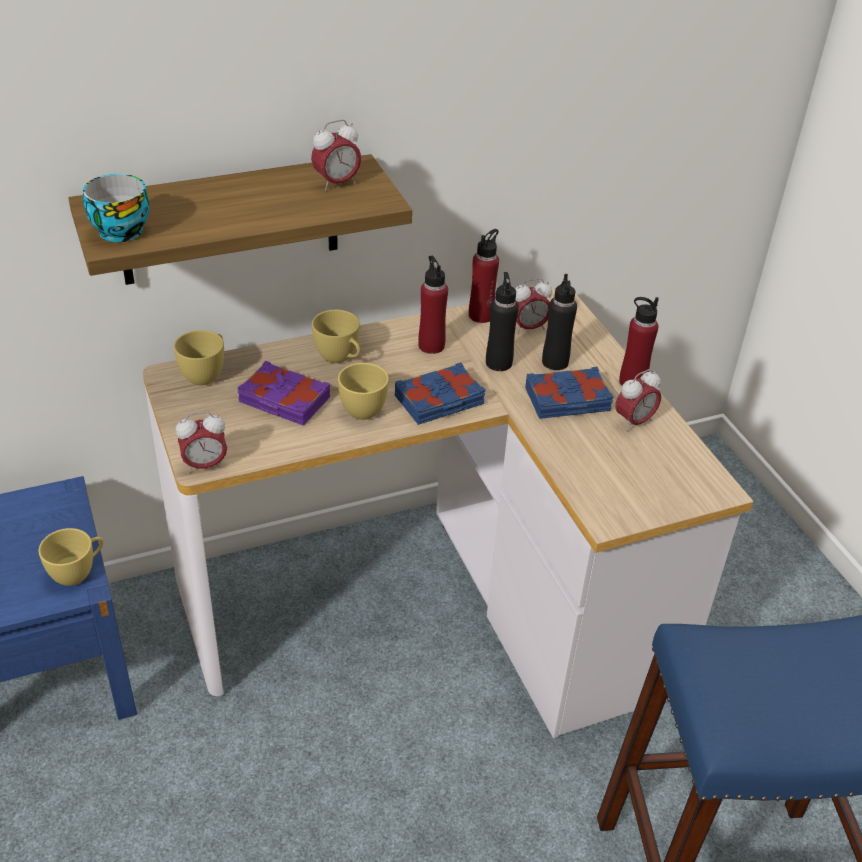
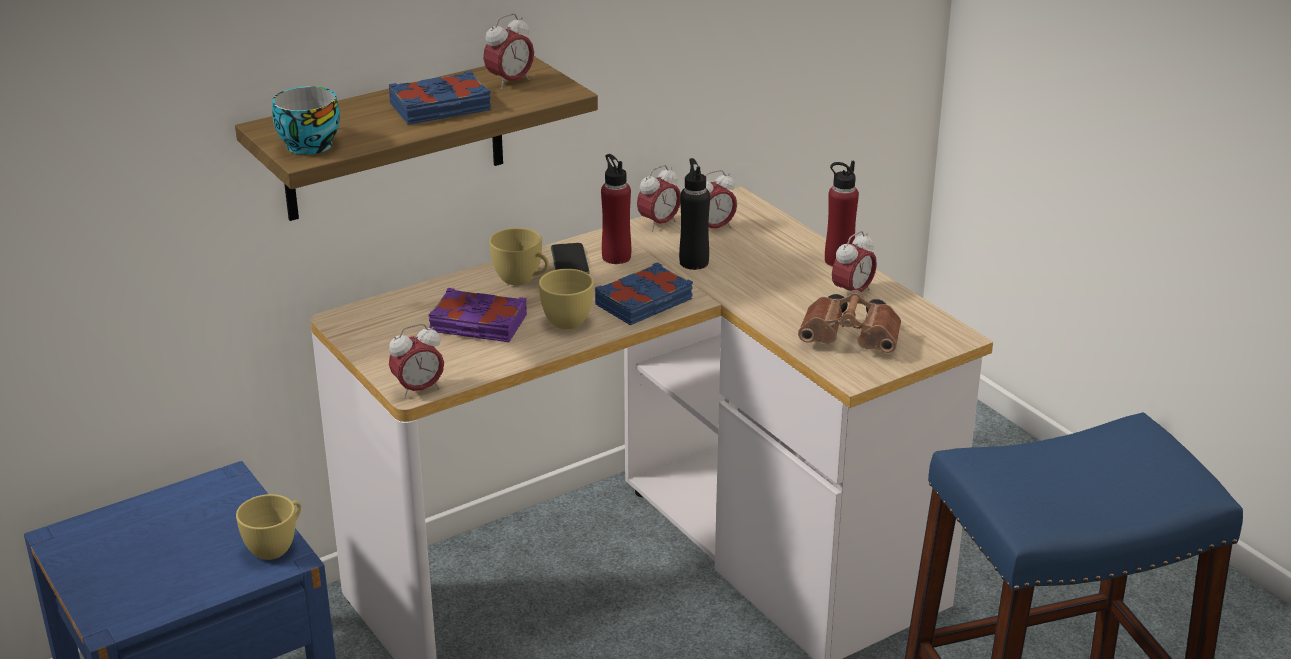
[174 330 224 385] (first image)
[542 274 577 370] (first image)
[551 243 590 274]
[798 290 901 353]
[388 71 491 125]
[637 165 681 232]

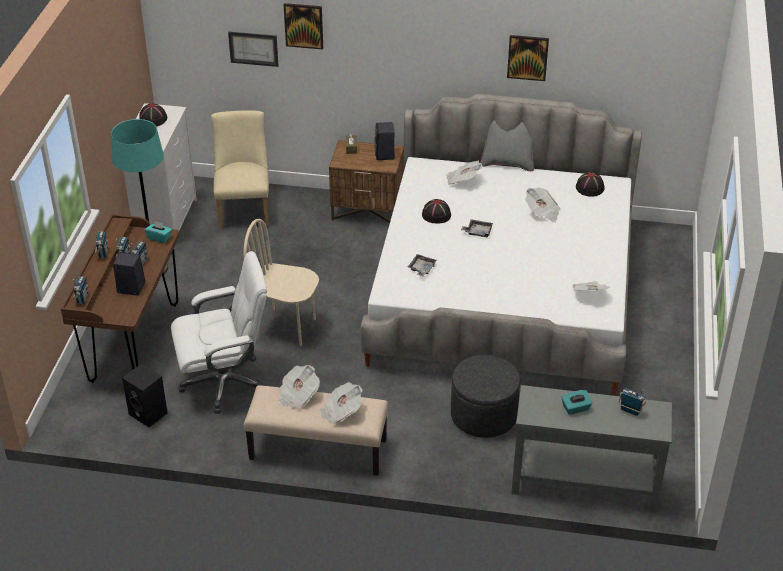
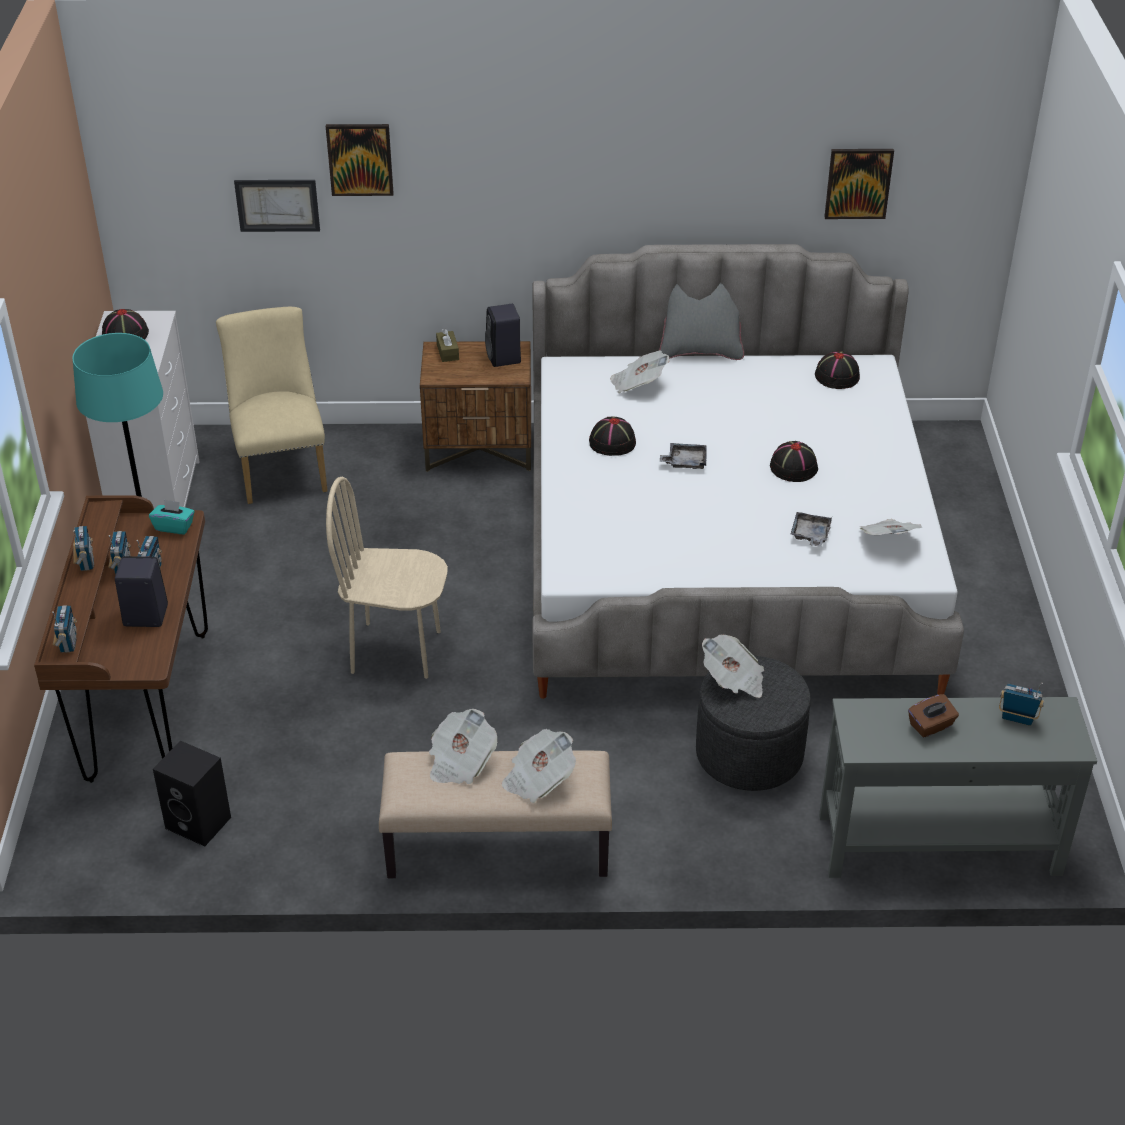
[171 251 267 414] (first image)
[770 441 818 482]
[791 512 832 547]
[824 149 894 219]
[702 635 764 698]
[908 694 959 737]

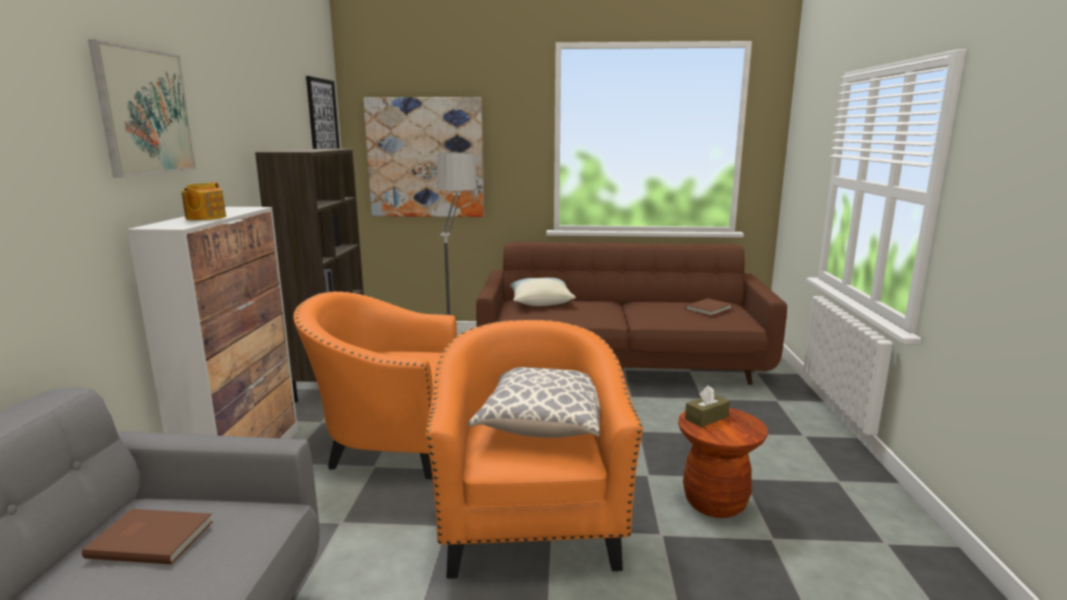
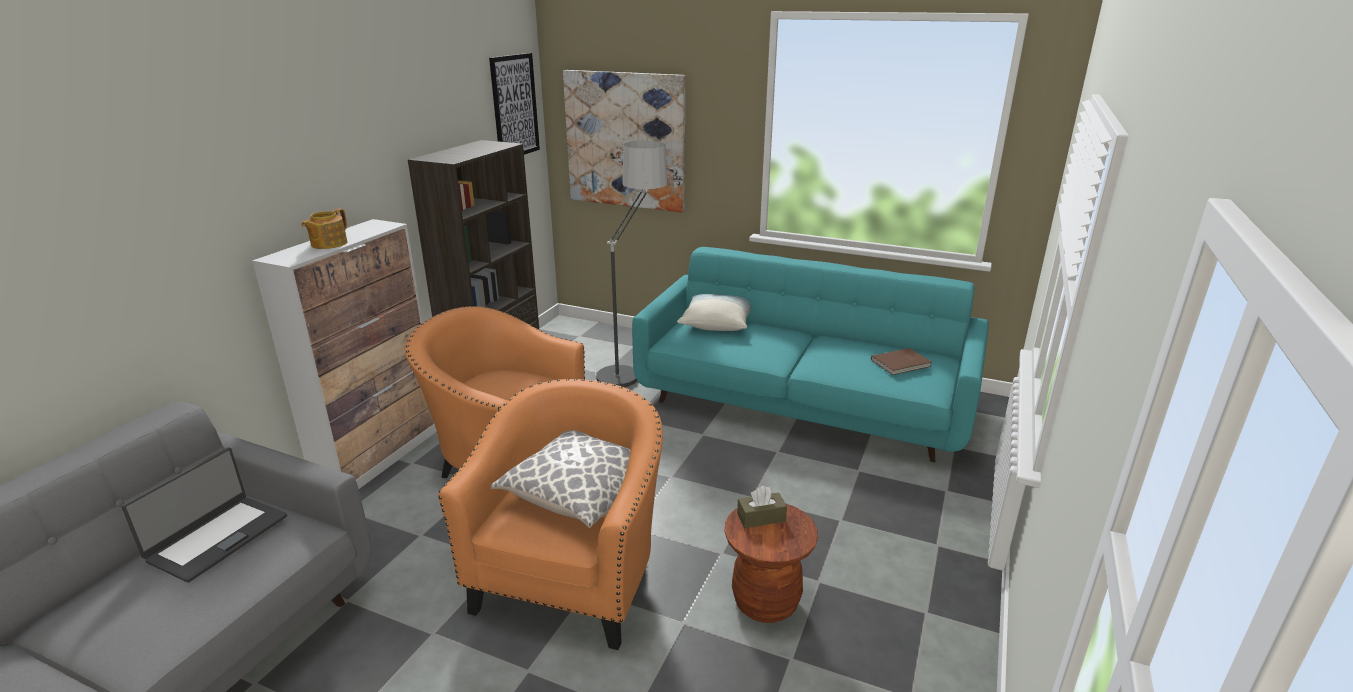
[88 39 196 178] (first image)
[121 448 287 583]
[632 247 989 462]

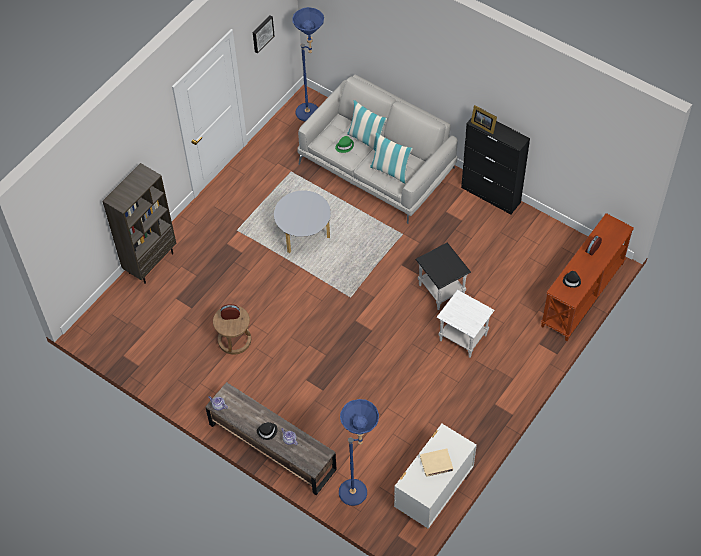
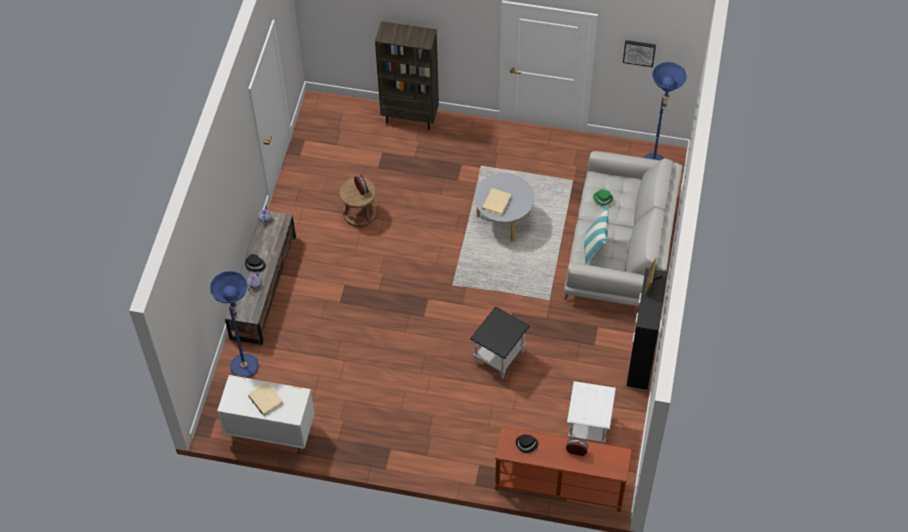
[347 100 387 150] (first image)
[481 188 511 216]
[567 381 616 444]

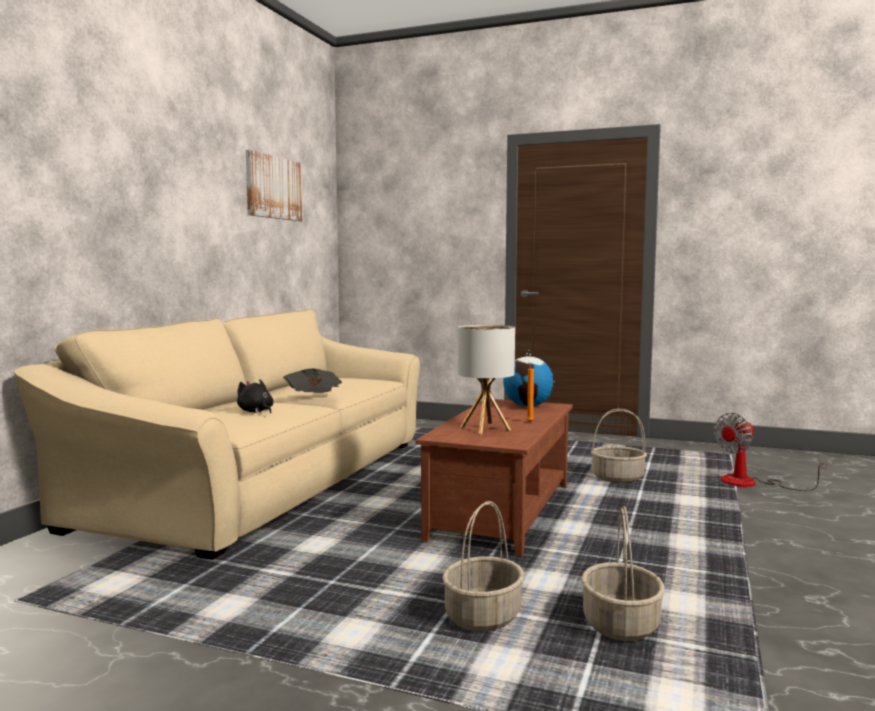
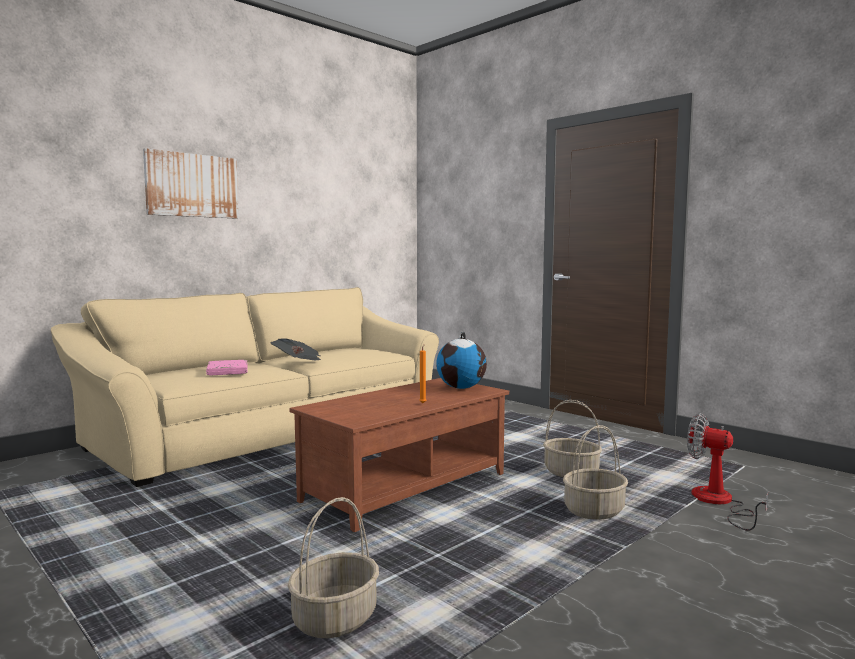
[458 325 515 434] (first image)
[143 148 239 219]
[563 425 628 520]
[206 360 248 375]
[687 413 768 531]

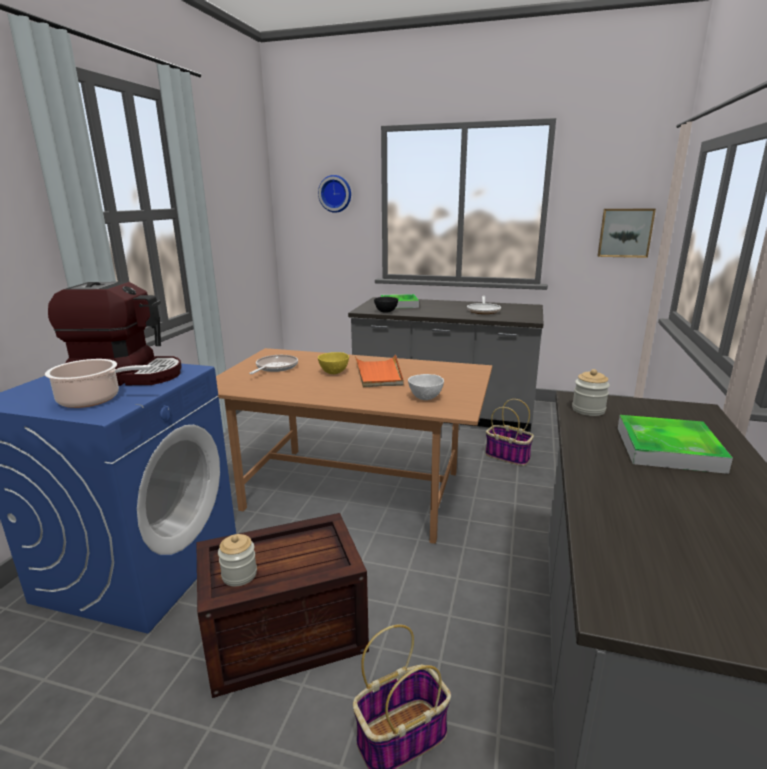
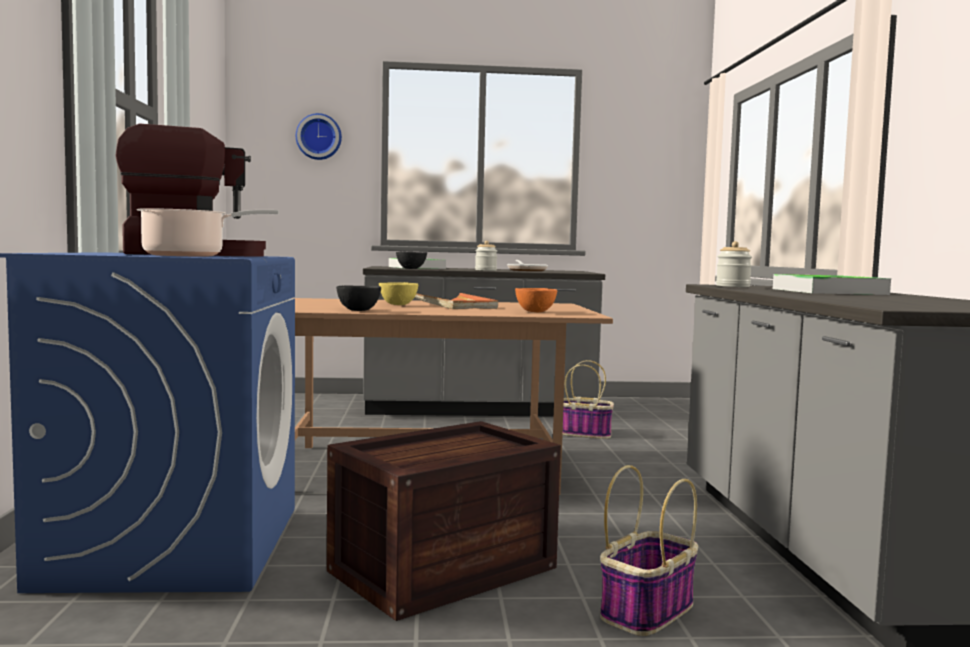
[249 355 298 374] (first image)
[597 209 656 258] (first image)
[336 286 381 311]
[475 241 497 271]
[515 288 557 312]

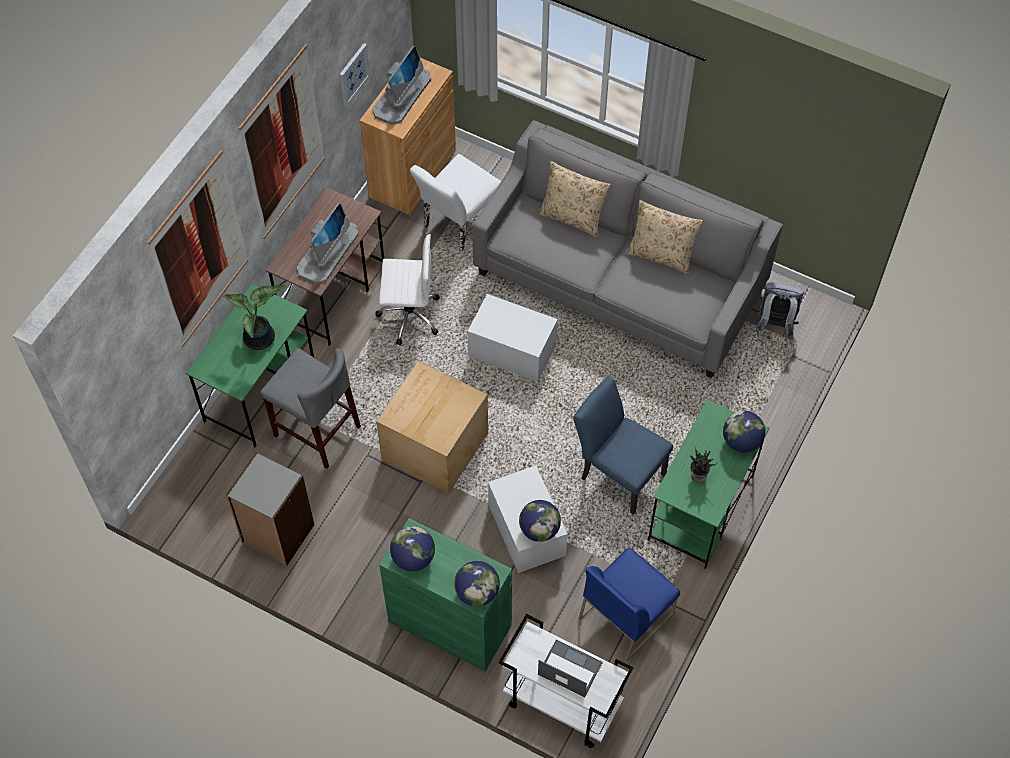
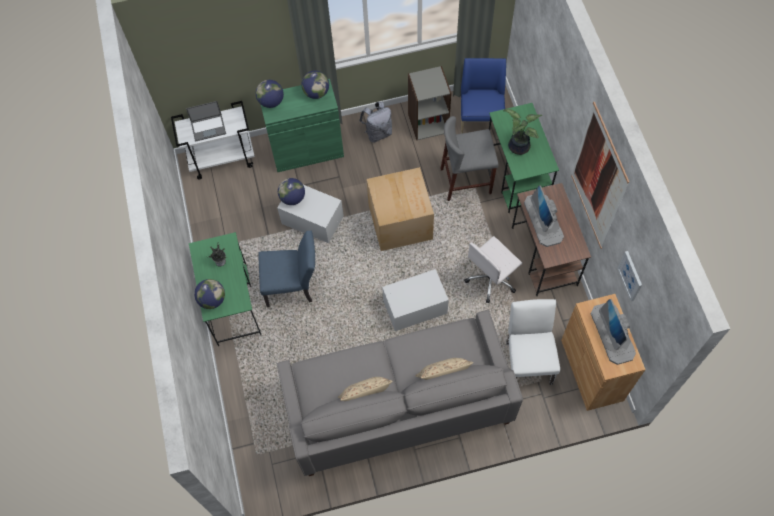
[148 150 248 347] (first image)
[461 58 506 134]
[359 102 392 142]

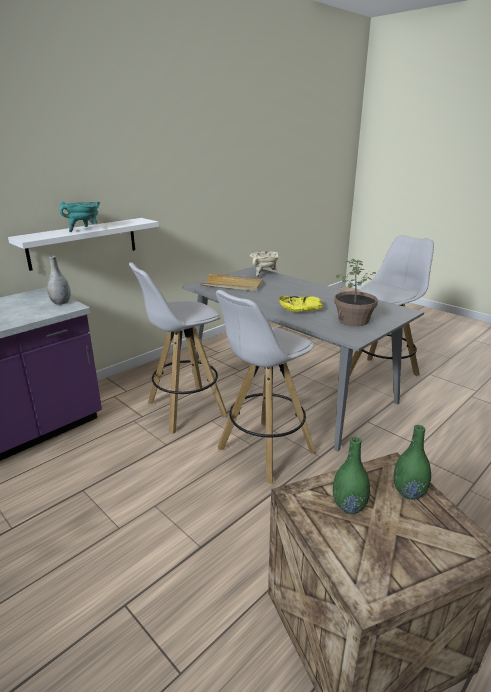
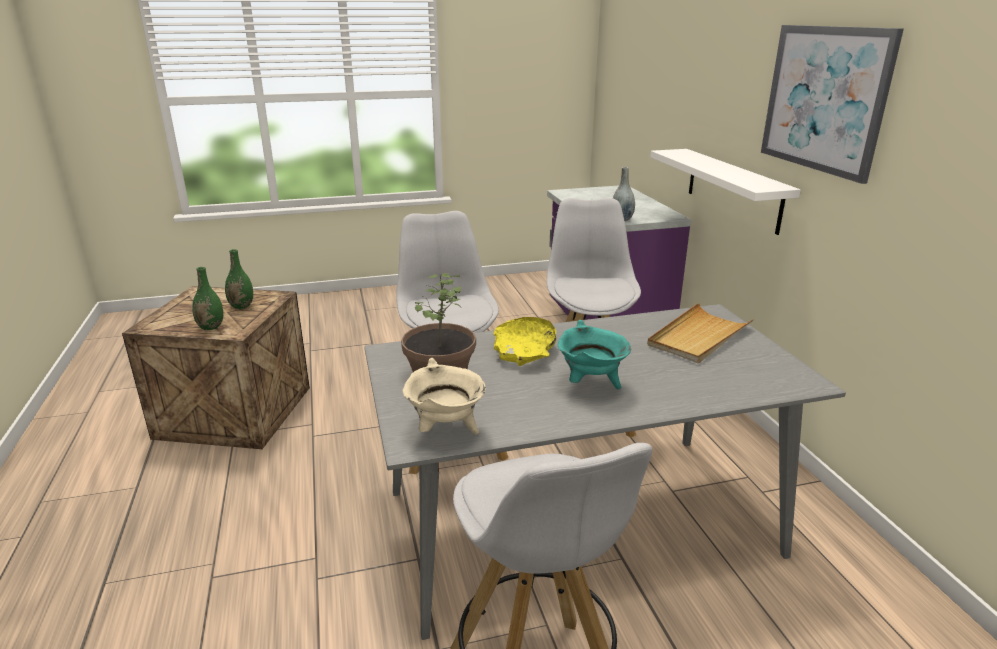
[761 25 904 184]
[558 320 632 389]
[403 358 486 435]

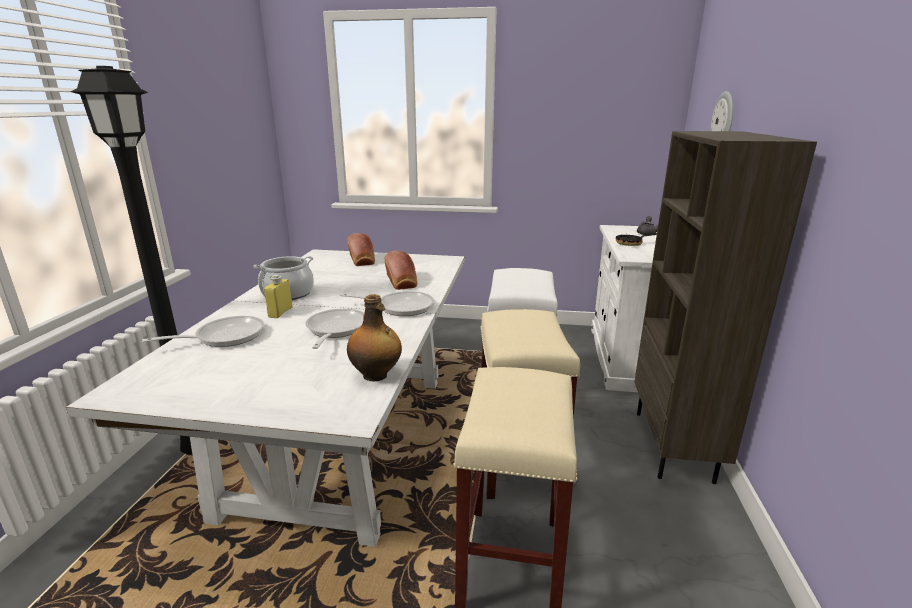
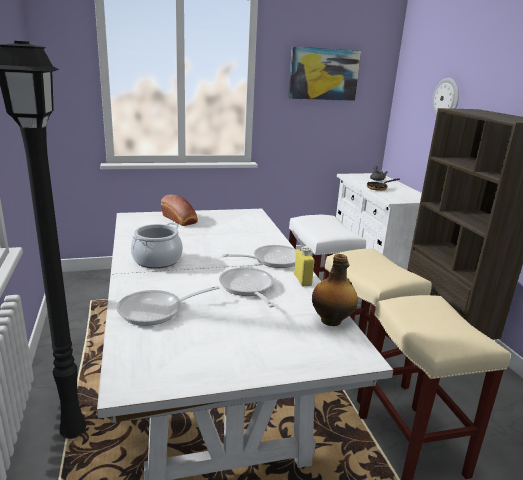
[385 250 417 290] (first image)
[288 46 361 101]
[294 246 315 286]
[117 286 219 326]

